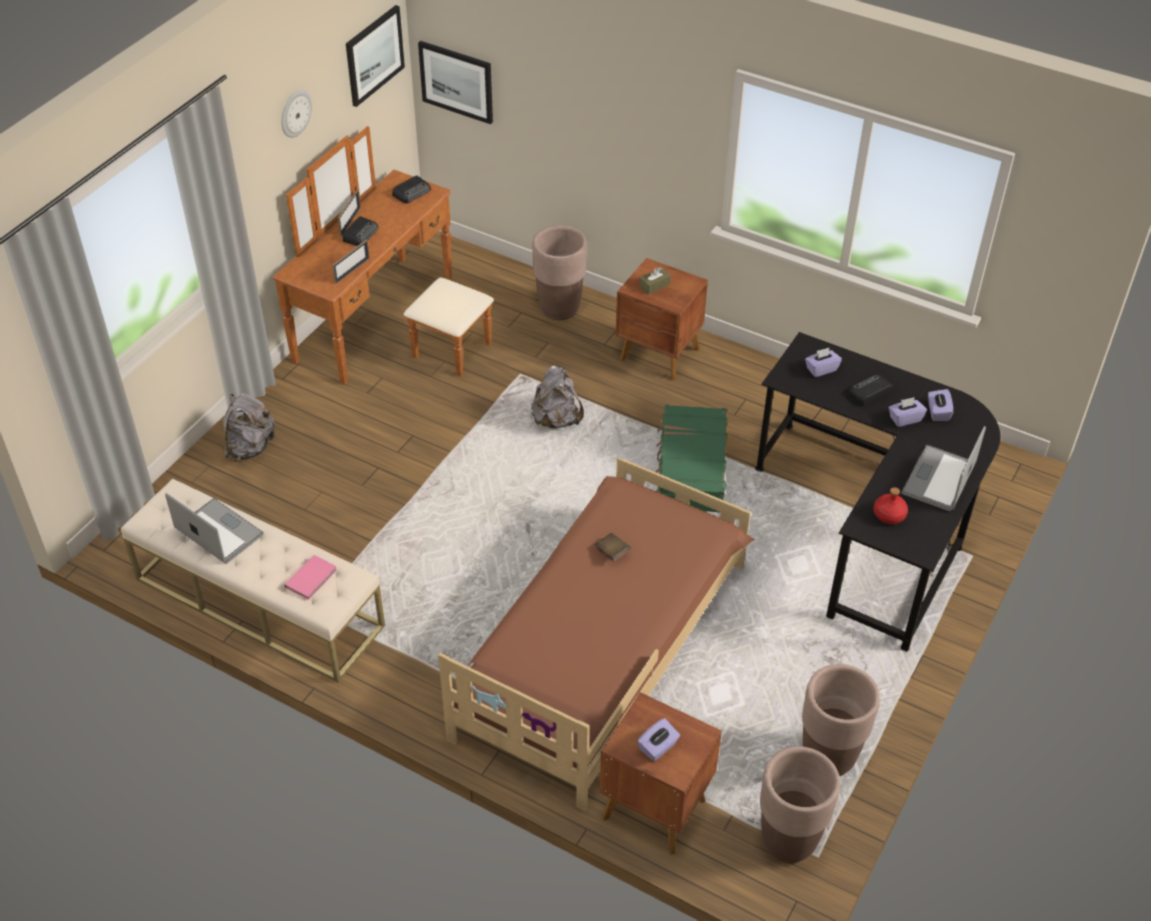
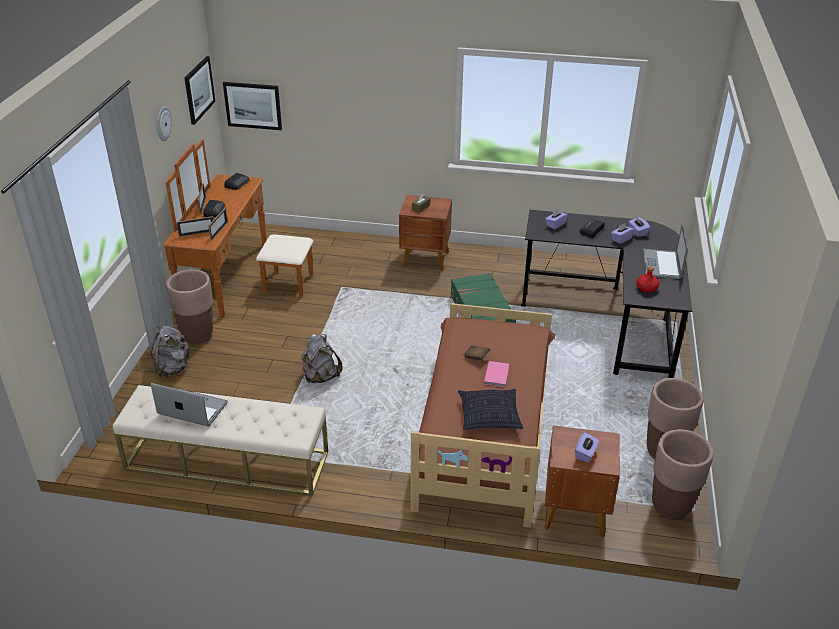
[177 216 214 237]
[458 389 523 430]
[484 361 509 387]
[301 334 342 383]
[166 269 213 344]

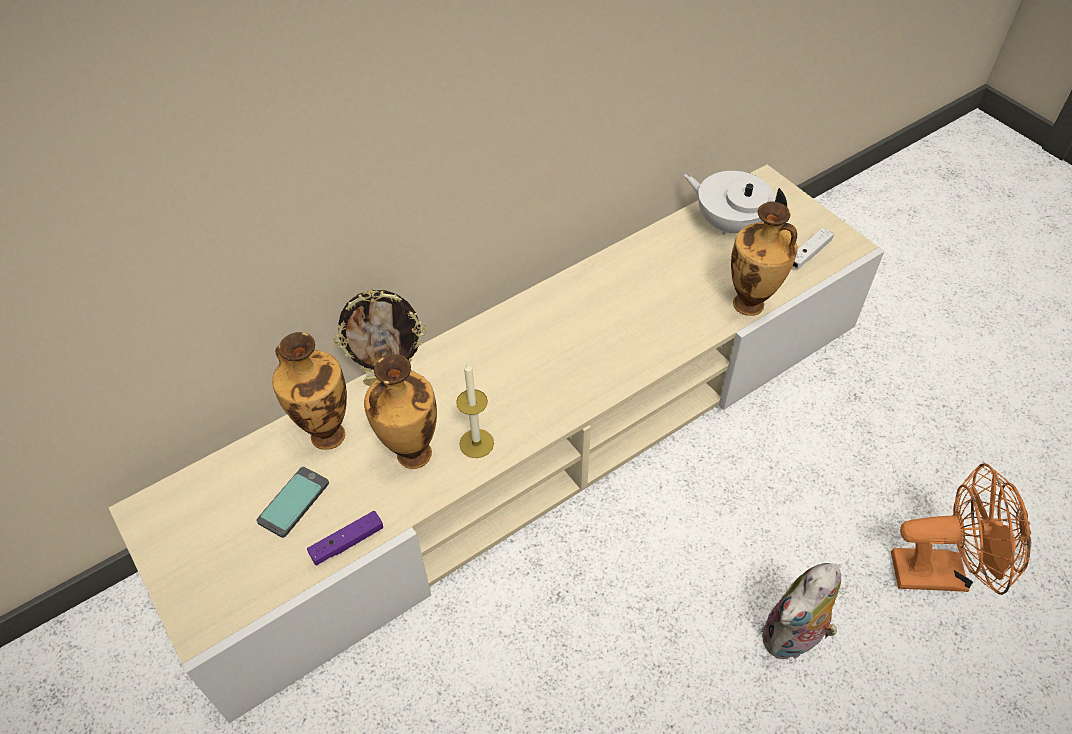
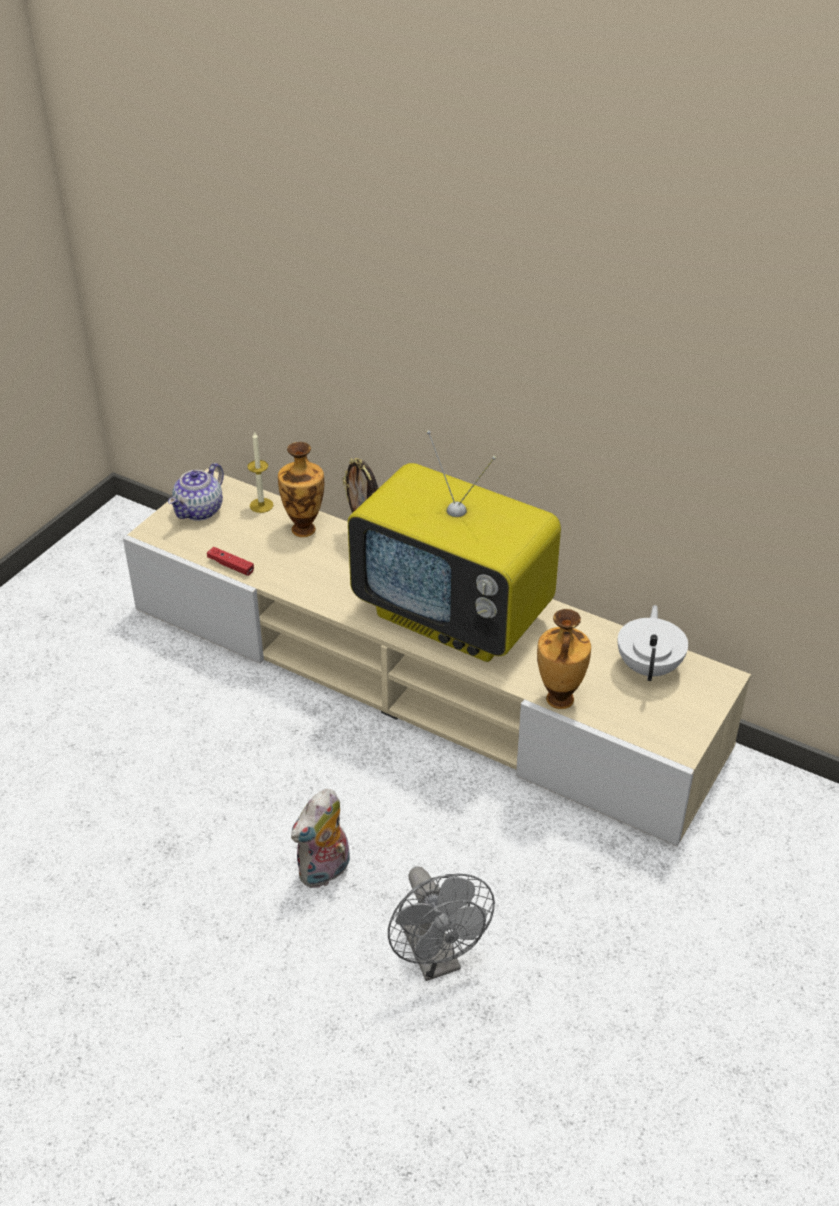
[257 467 329 538] (first image)
[364 354 437 469] (first image)
[792 228 834 269] (first image)
[168 463 224 521]
[348 430 561 662]
[247 431 274 513]
[207 547 254 576]
[388 866 495 981]
[291 789 350 888]

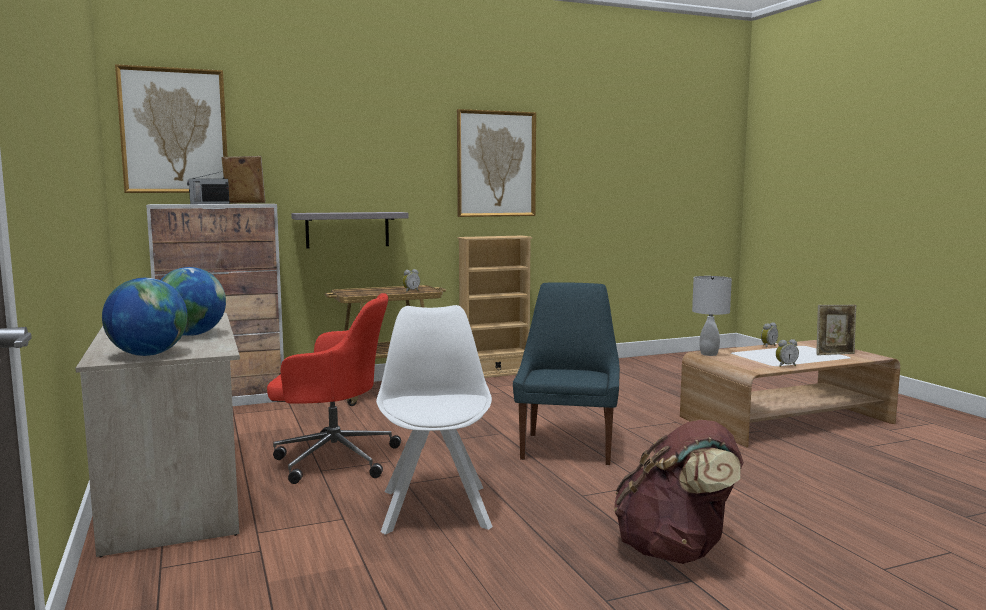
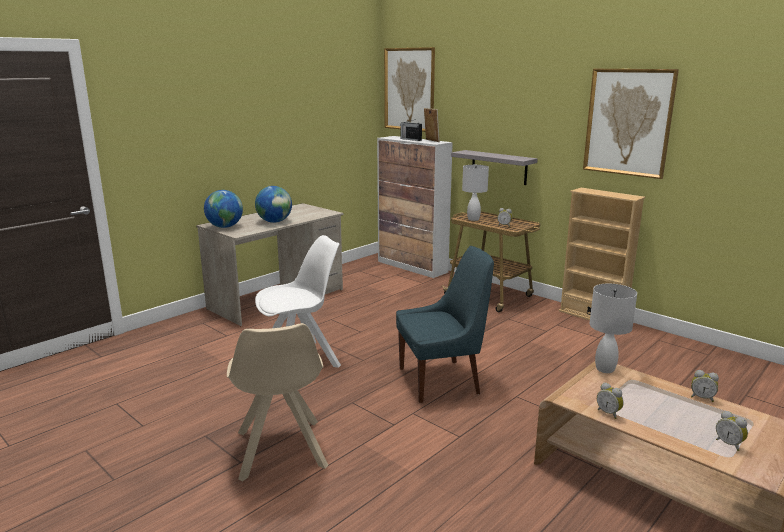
[267 293 401 484] (first image)
[462 165 489 221]
[227 323 328 482]
[716 411 748 451]

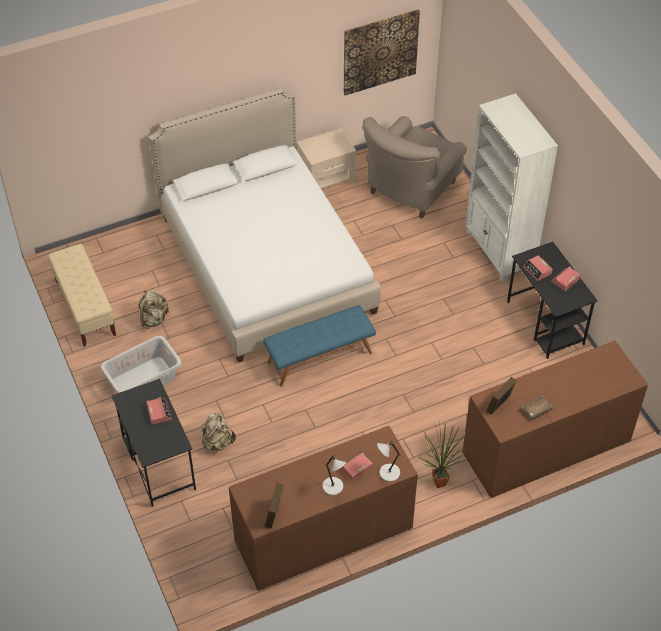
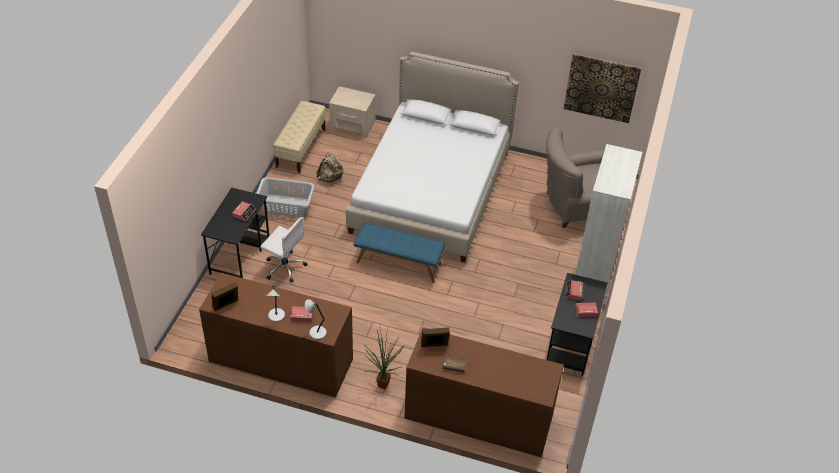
[329 86 375 138]
[260 217 307 283]

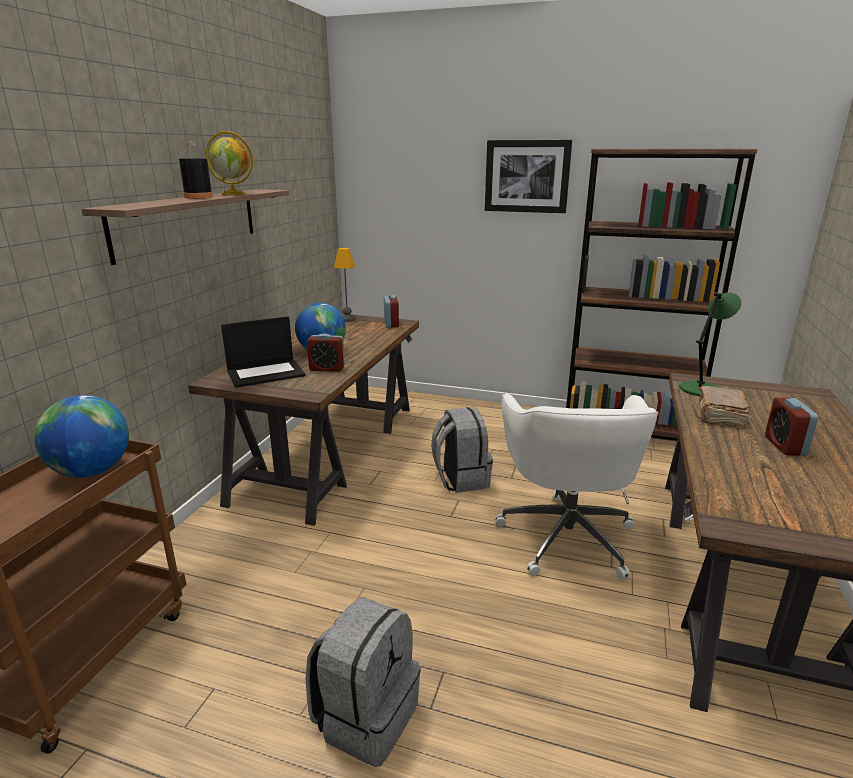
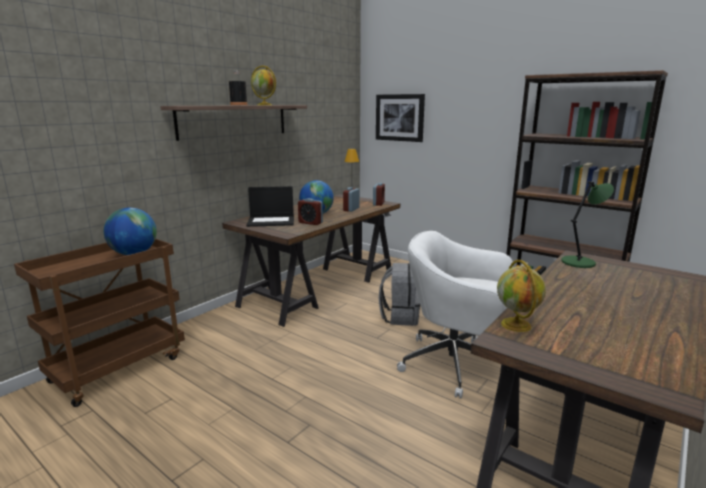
[306 597 421 767] (first image)
[699 386 750 428] (first image)
[497 260 546 332]
[376 94 425 142]
[343 187 360 212]
[397 231 513 399]

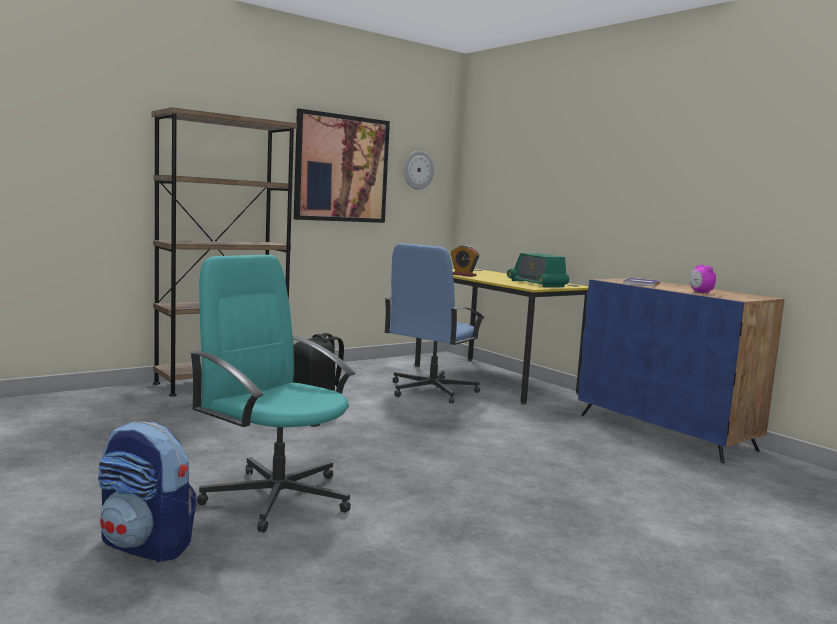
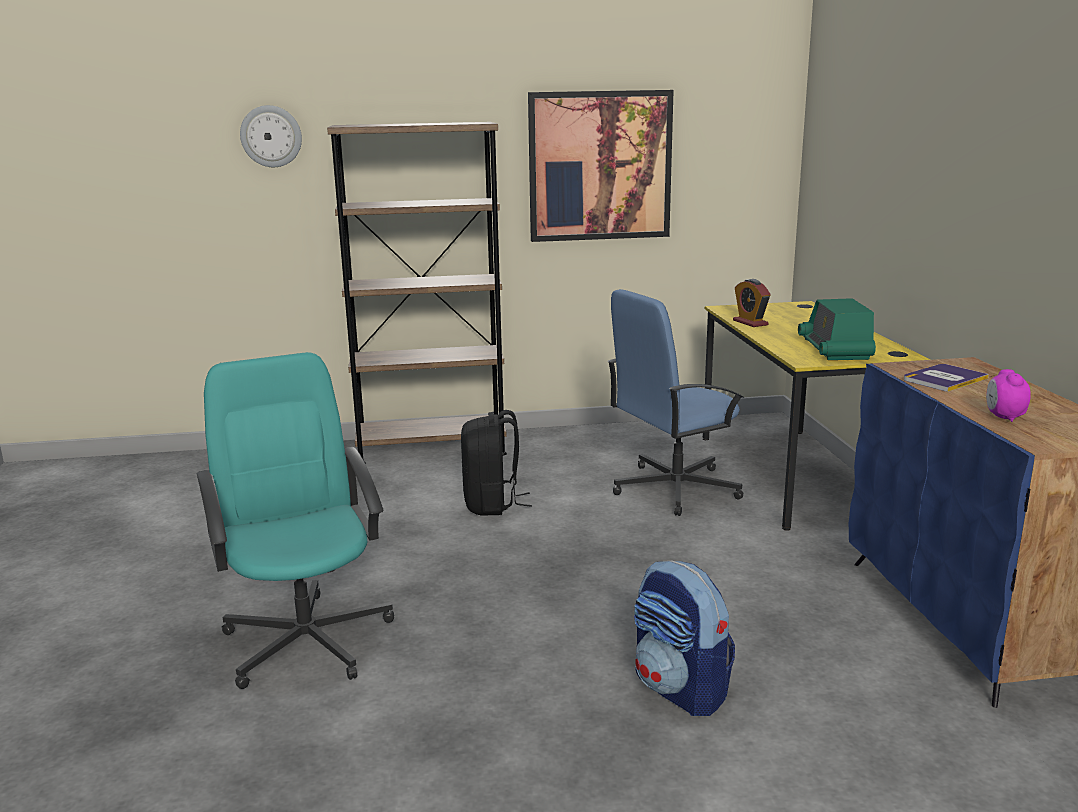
[634 560 735 716]
[240 105 302 167]

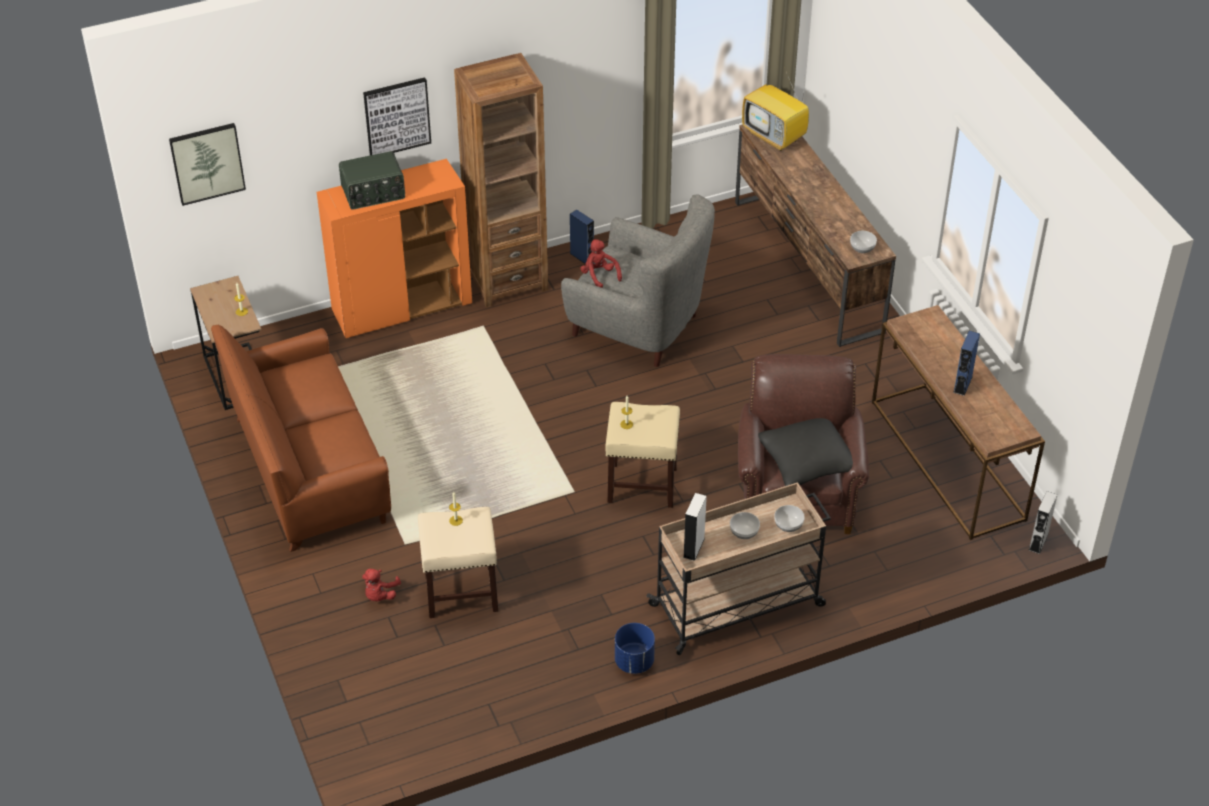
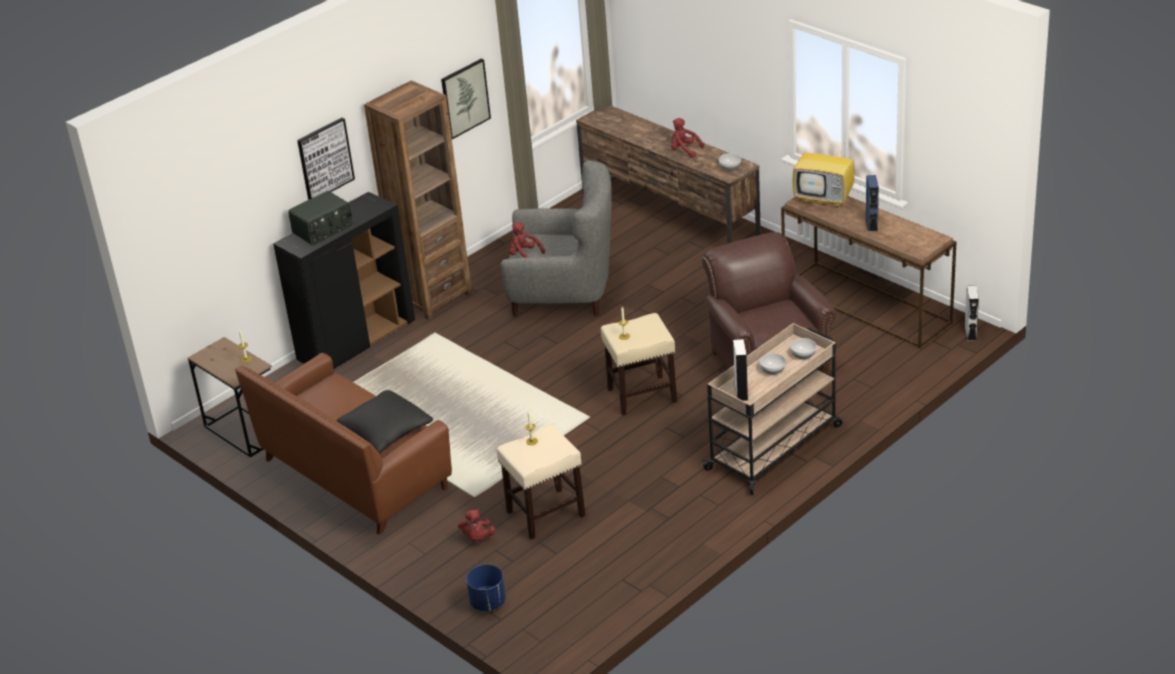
[570 210 594 264] (first image)
[671 118 704 157]
[441 59 491 139]
[466 564 506 611]
[793 139 855 208]
[336 390 433 453]
[273 192 415 369]

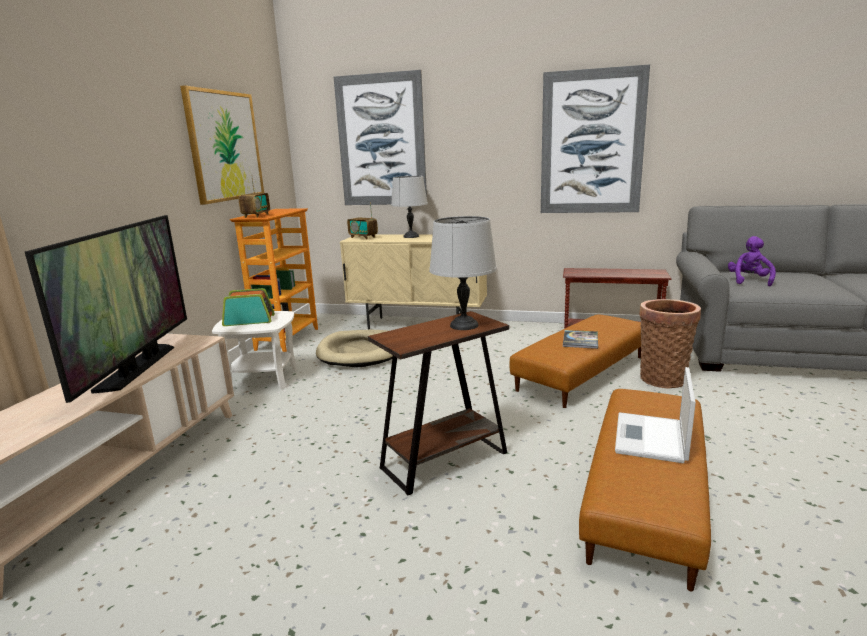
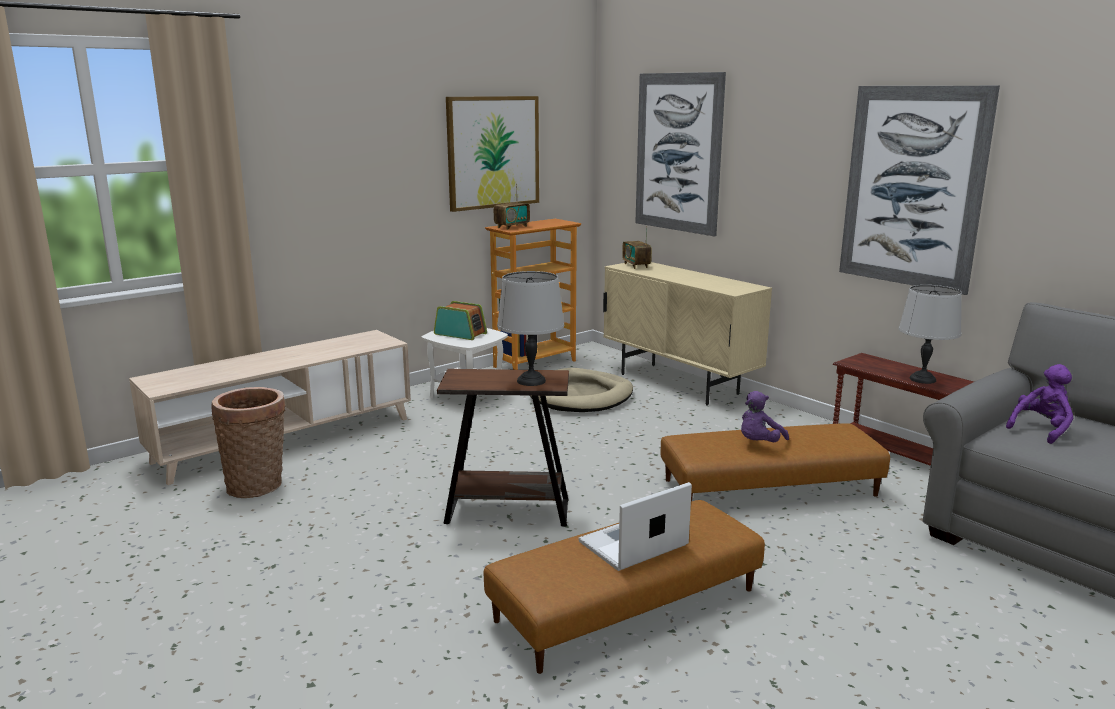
[25 215 187 403] (first image)
[899 285 962 384]
[211 387 286 498]
[741 391 789 442]

